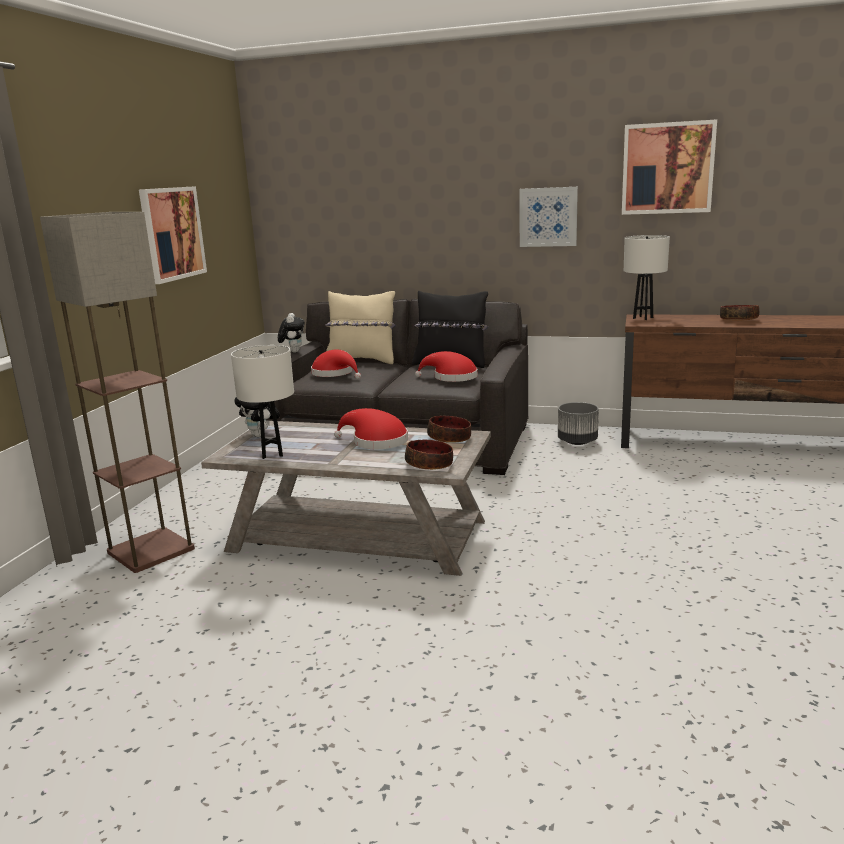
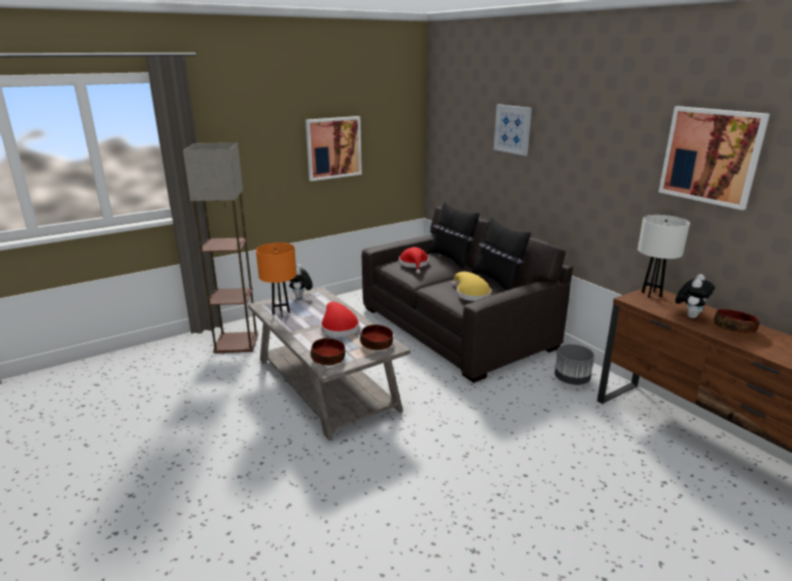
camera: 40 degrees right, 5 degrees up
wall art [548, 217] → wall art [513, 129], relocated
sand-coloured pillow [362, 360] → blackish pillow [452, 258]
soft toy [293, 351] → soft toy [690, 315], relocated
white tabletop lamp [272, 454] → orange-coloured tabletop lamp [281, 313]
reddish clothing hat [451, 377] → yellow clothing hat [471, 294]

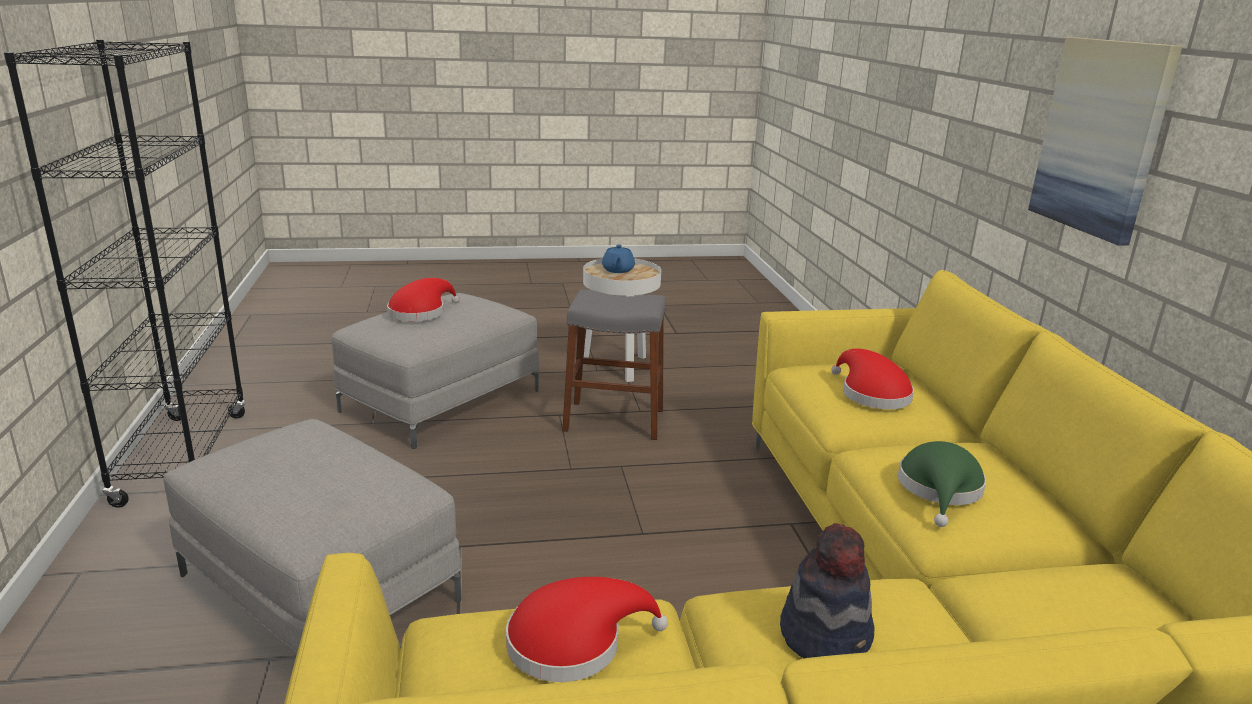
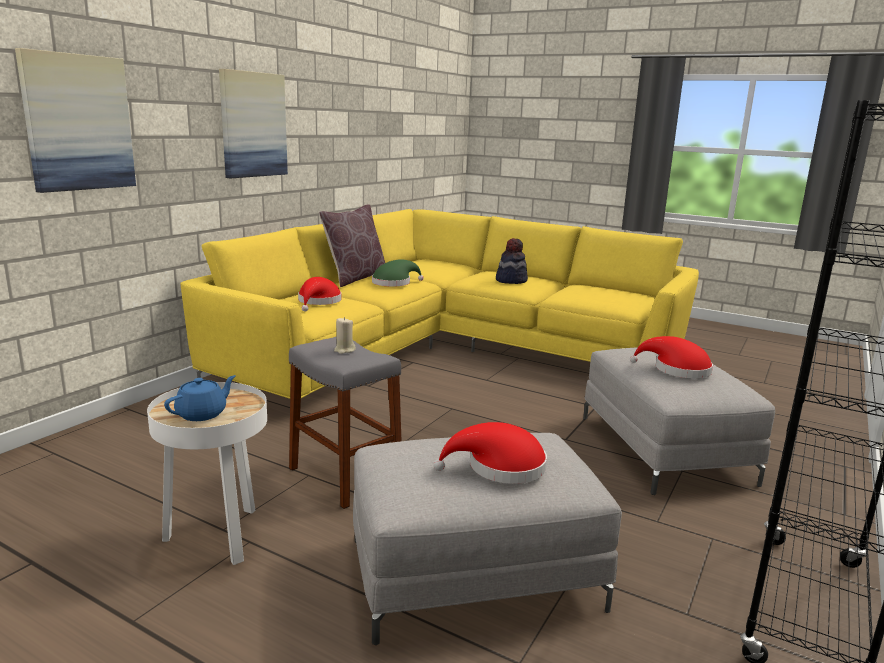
camera: 140 degrees left, 5 degrees down
reddish clothing hat [573, 642] → reddish clothing hat [677, 370], relocated
- → wall art [78, 123]
- → brown-coloured pillow [355, 278]
- → sand-coloured wax light [344, 350]

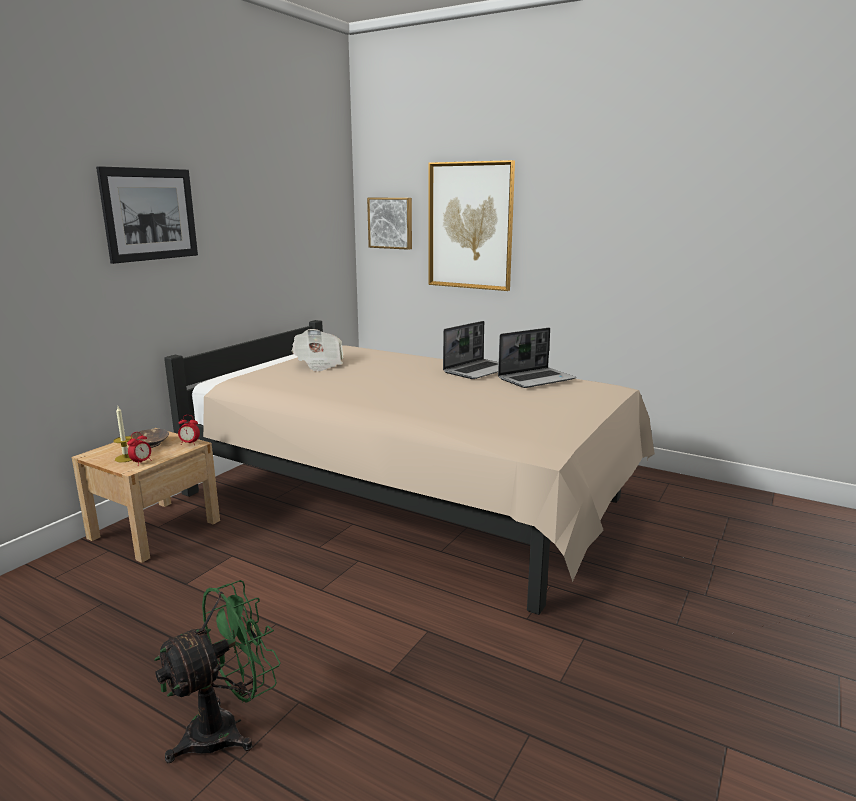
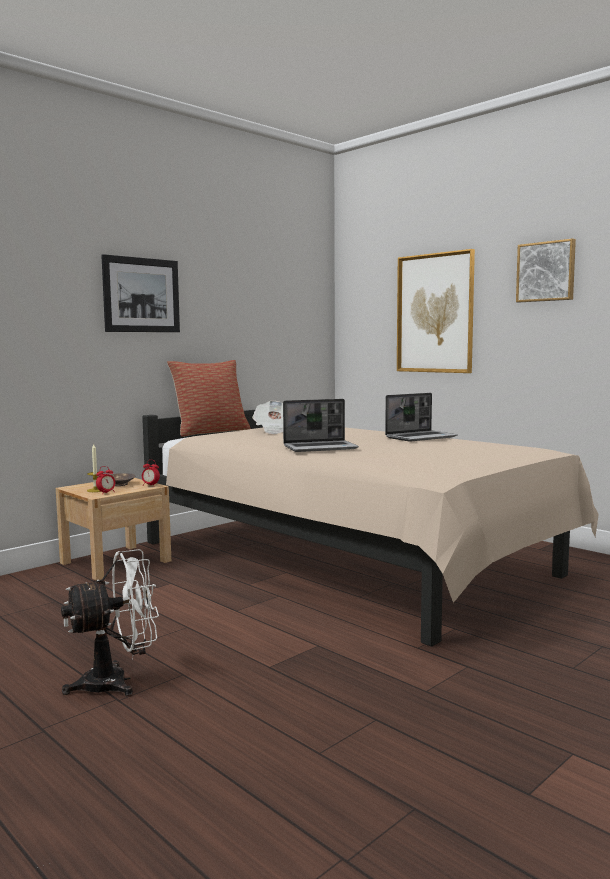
camera: 15 degrees right, 10 degrees down
wall art [391, 223] → wall art [546, 271], relocated
laptop [536, 379] → laptop [321, 448], relocated
greenish electric fan [226, 728] → white electric fan [117, 682]
- → pillow [210, 432]

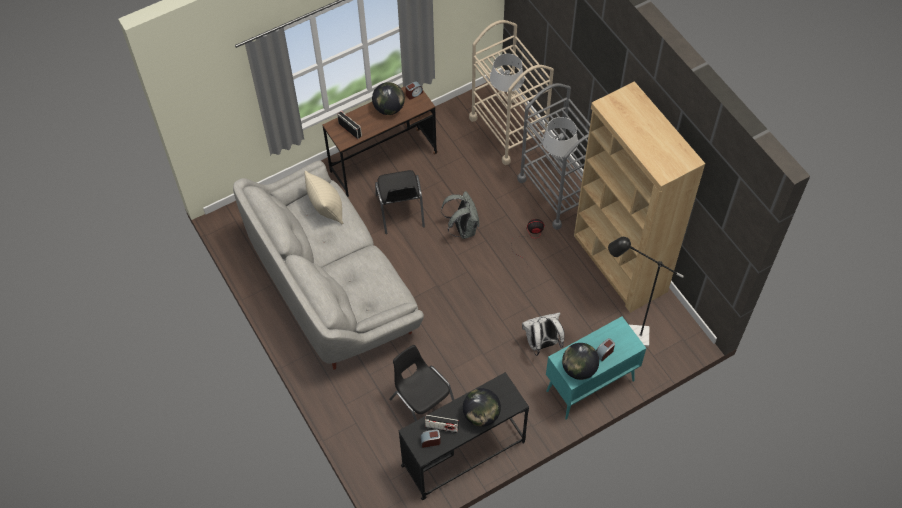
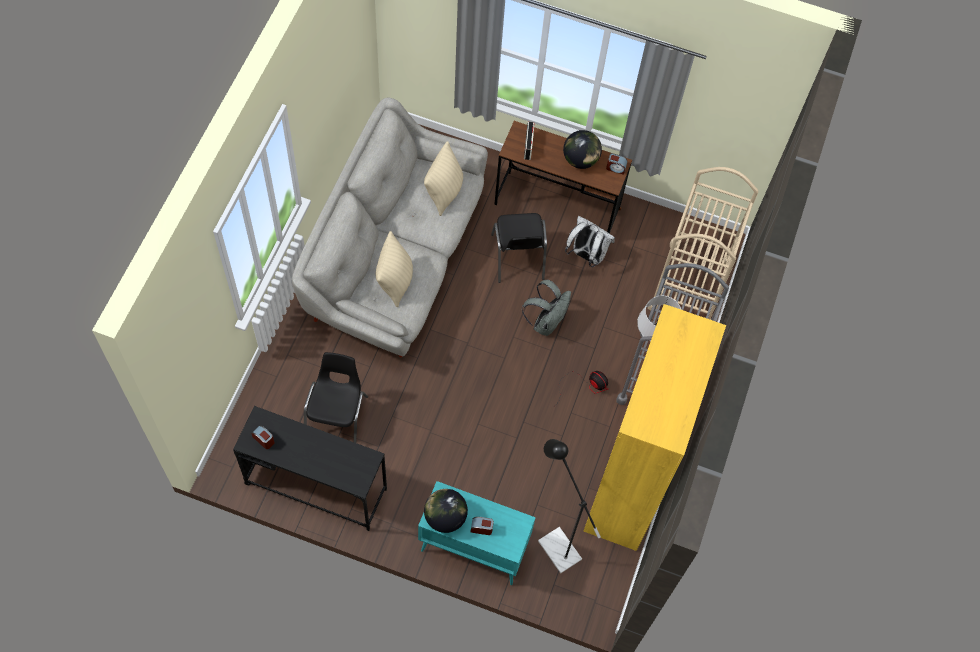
camera: 45 degrees right, 5 degrees up
grey tabletop lamp [506, 92] → -
brown-coloured bookcase [619, 264] → yellow bookcase [628, 485]
blackish upright chair [400, 211] → blackish upright chair [518, 258], 45 degrees counterclockwise
white backpack [542, 344] → white backpack [586, 255], relocated
world globe [481, 415] → -
radio [442, 427] → -
- → sand-coloured pillow [395, 281]

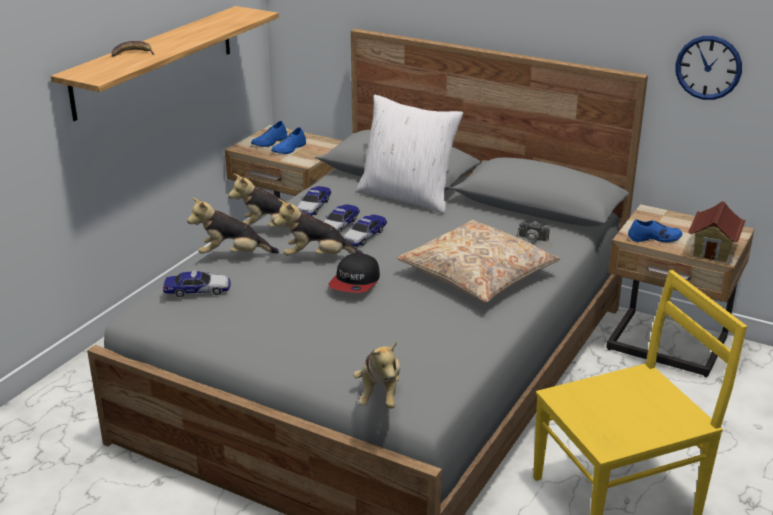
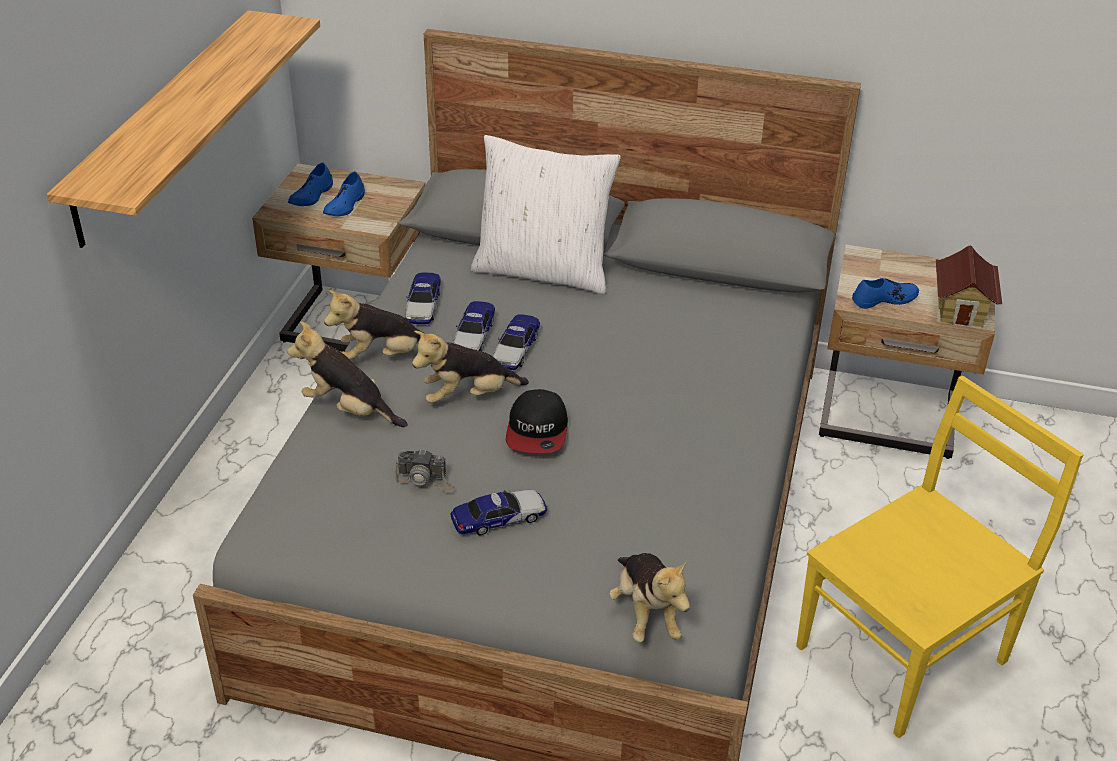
camera: 15 degrees left, 10 degrees up
hanging clock [708, 67] → -
whole banana [132, 53] → -
soft toy [233, 255] → soft toy [349, 409], 45 degrees clockwise
sand-coloured pillow [478, 274] → -
photo camera [535, 240] → photo camera [424, 478], relocated
toy car [197, 290] → toy car [499, 518], relocated

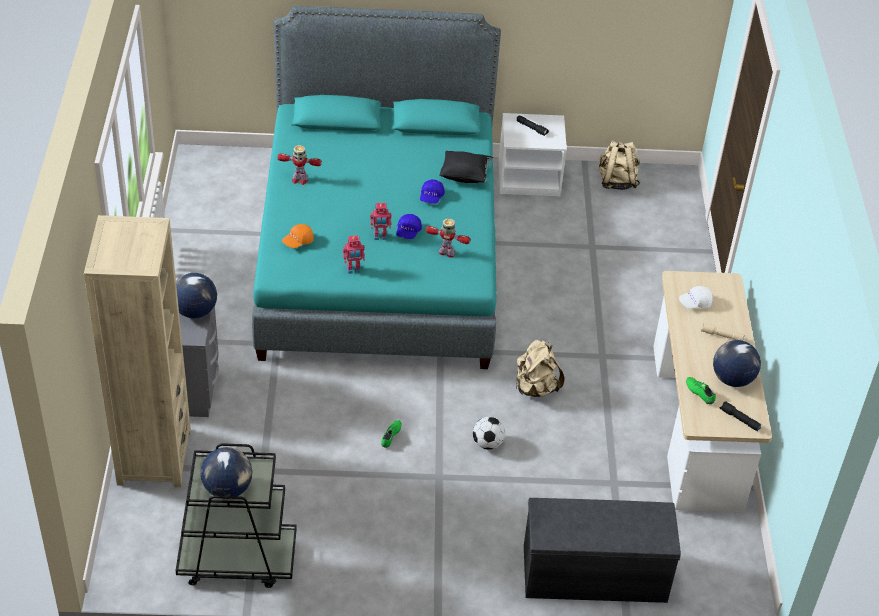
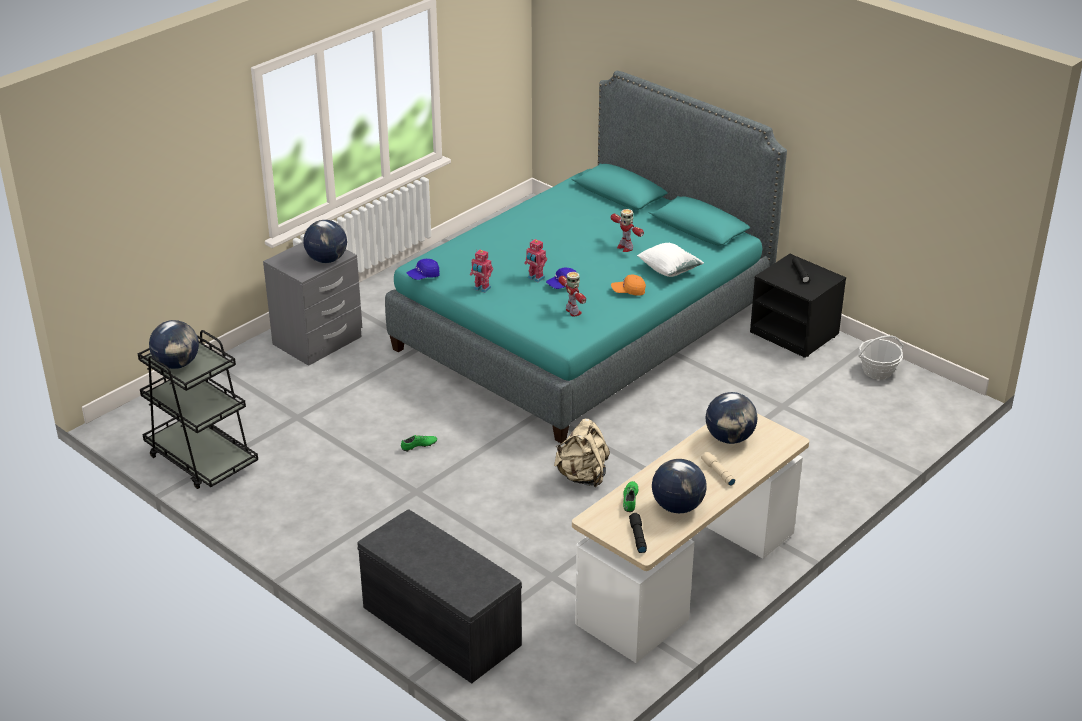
camera: 45 degrees right, 10 degrees down
white bedside table [529, 178] → blackish bedside table [795, 333]
sand-coloured backpack [616, 181] → basket [877, 371]
toy robot [299, 180] → toy robot [625, 247], relocated
blackish pillow [465, 176] → white pillow [669, 270]
blue-coloured baseball cap [431, 197] → blue-coloured baseball cap [423, 276], relocated
sand-coloured bookcase [154, 457] → -
orange-coloured baseball cap [298, 241] → orange-coloured baseball cap [628, 291], relocated
white baseball cap [695, 303] → world globe [729, 438]
ball for football [487, 443] → -

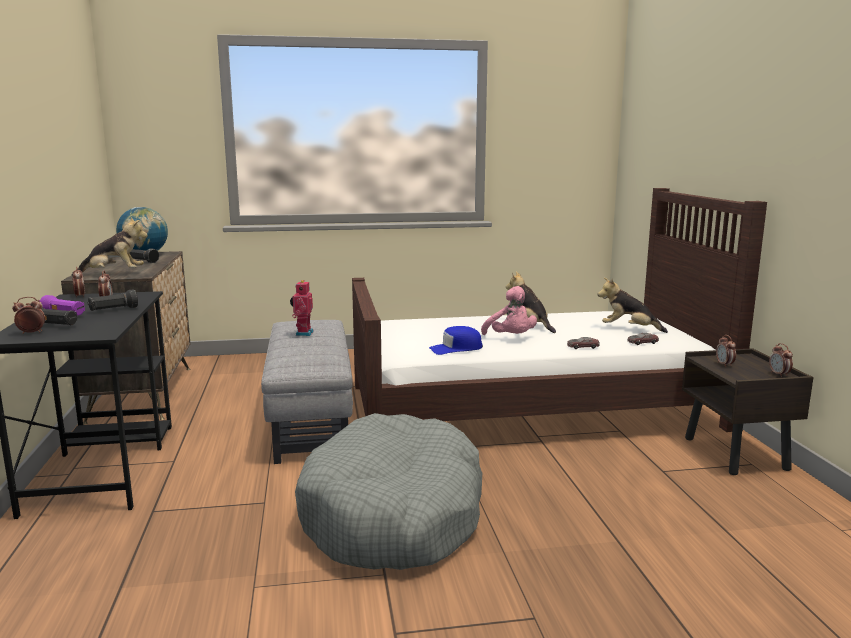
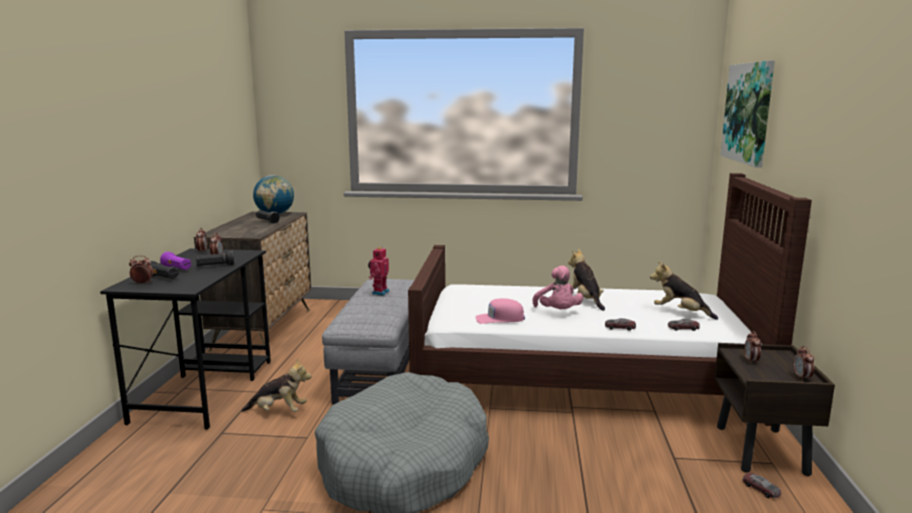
camera: 15 degrees right, 0 degrees up
soft toy [114, 274] → soft toy [279, 412], relocated
blue-coloured baseball cap [456, 349] → pinkish baseball cap [499, 319]
- → wall art [748, 113]
- → toy car [761, 489]

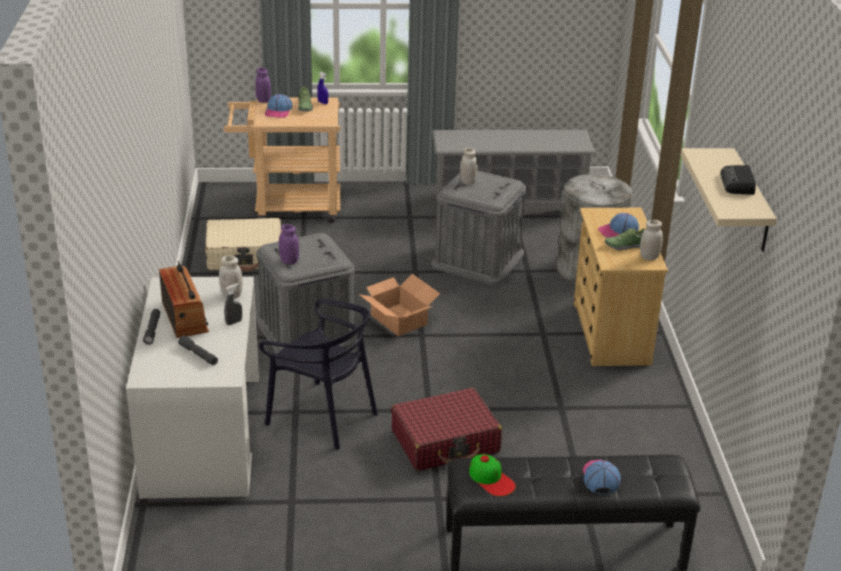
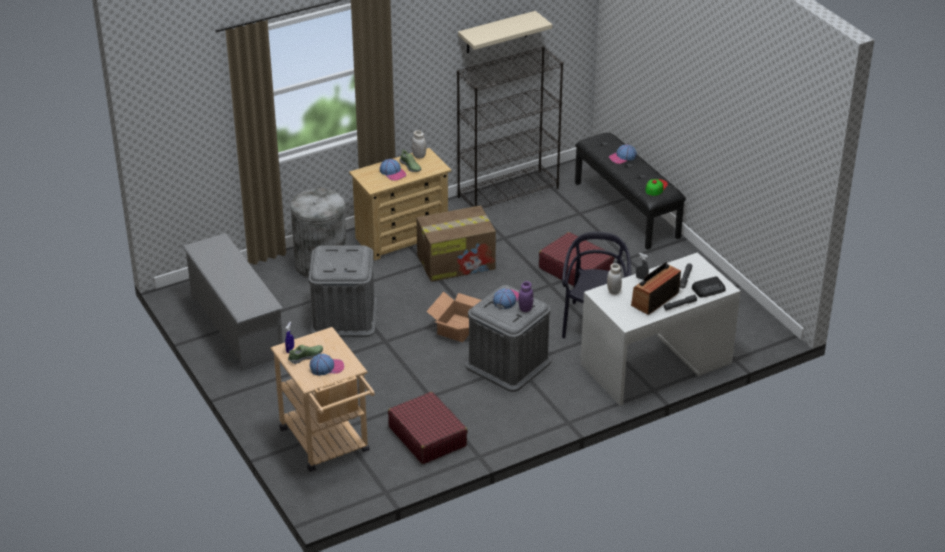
camera: 115 degrees left, 5 degrees up
purple-coloured jar [263, 100] → -
white jar [468, 181] → -
radio [738, 184] → radio [709, 289], relocated
sand-coloured travel case [245, 255] → reddish travel case [427, 436]
- → blackish bookcase [508, 192]
- → carton [457, 262]
- → baseball cap [506, 299]

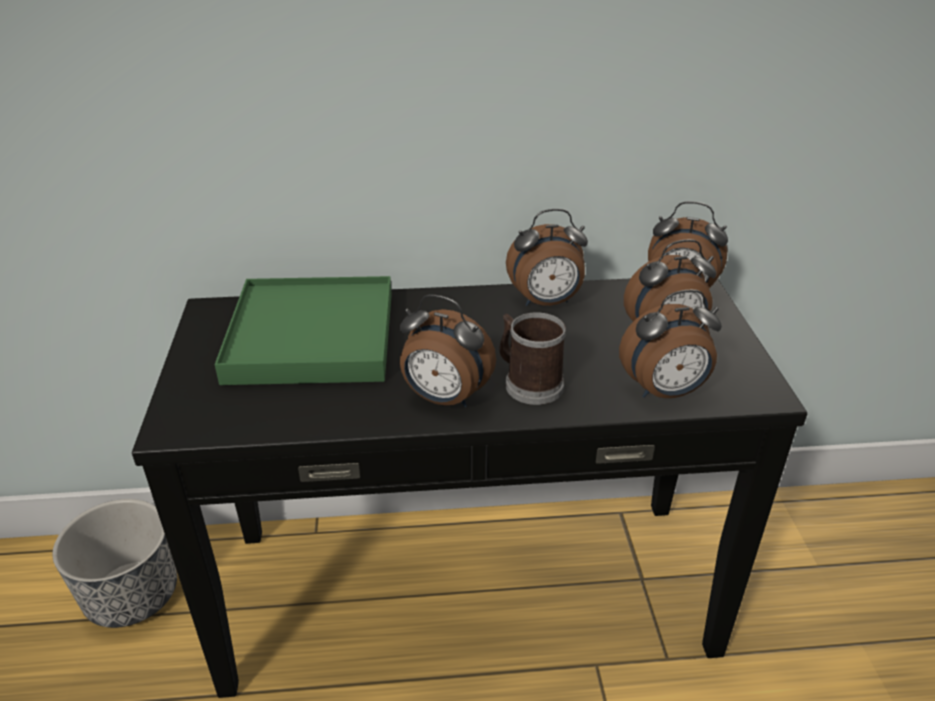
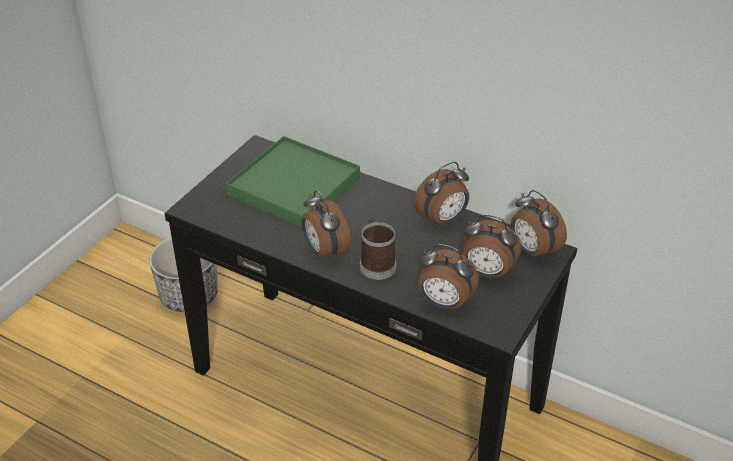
camera: 35 degrees right, 5 degrees up
alarm clock [546, 302] → alarm clock [442, 220], 60 degrees counterclockwise

